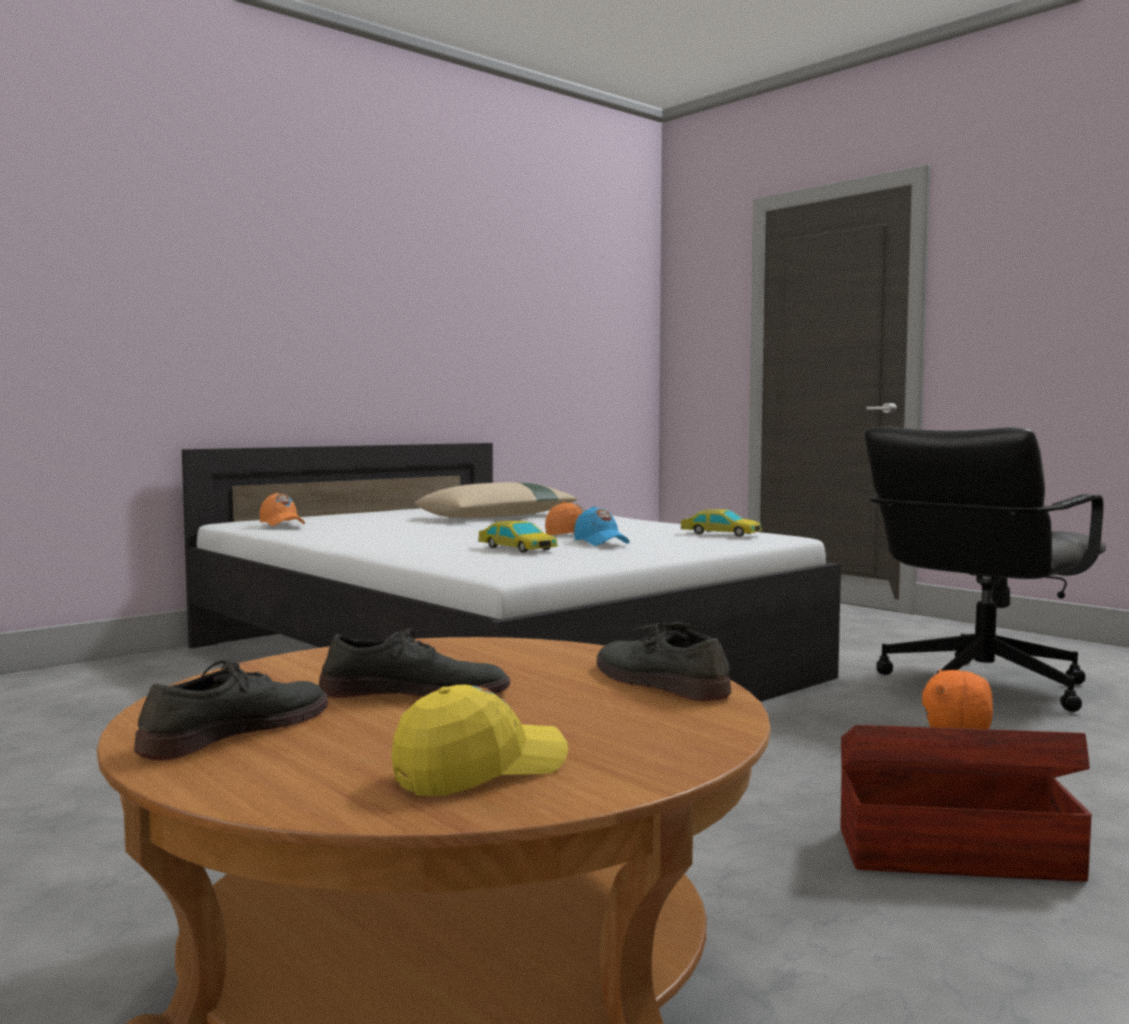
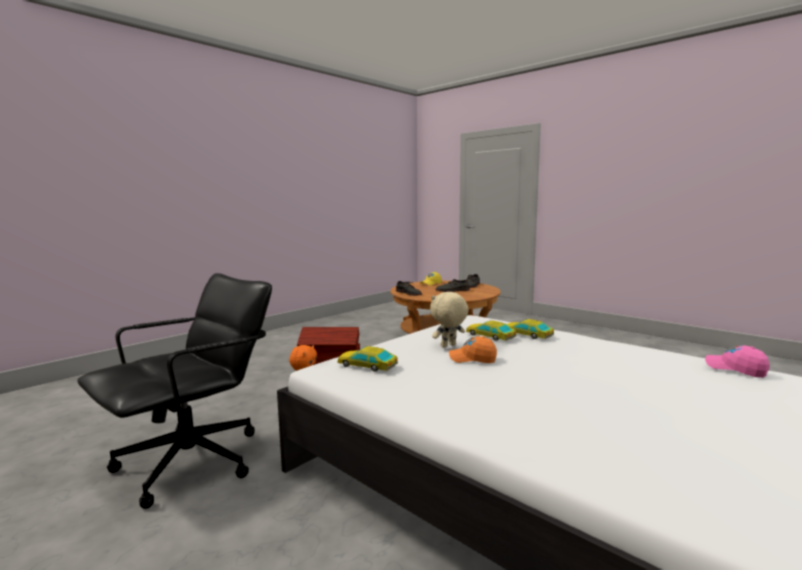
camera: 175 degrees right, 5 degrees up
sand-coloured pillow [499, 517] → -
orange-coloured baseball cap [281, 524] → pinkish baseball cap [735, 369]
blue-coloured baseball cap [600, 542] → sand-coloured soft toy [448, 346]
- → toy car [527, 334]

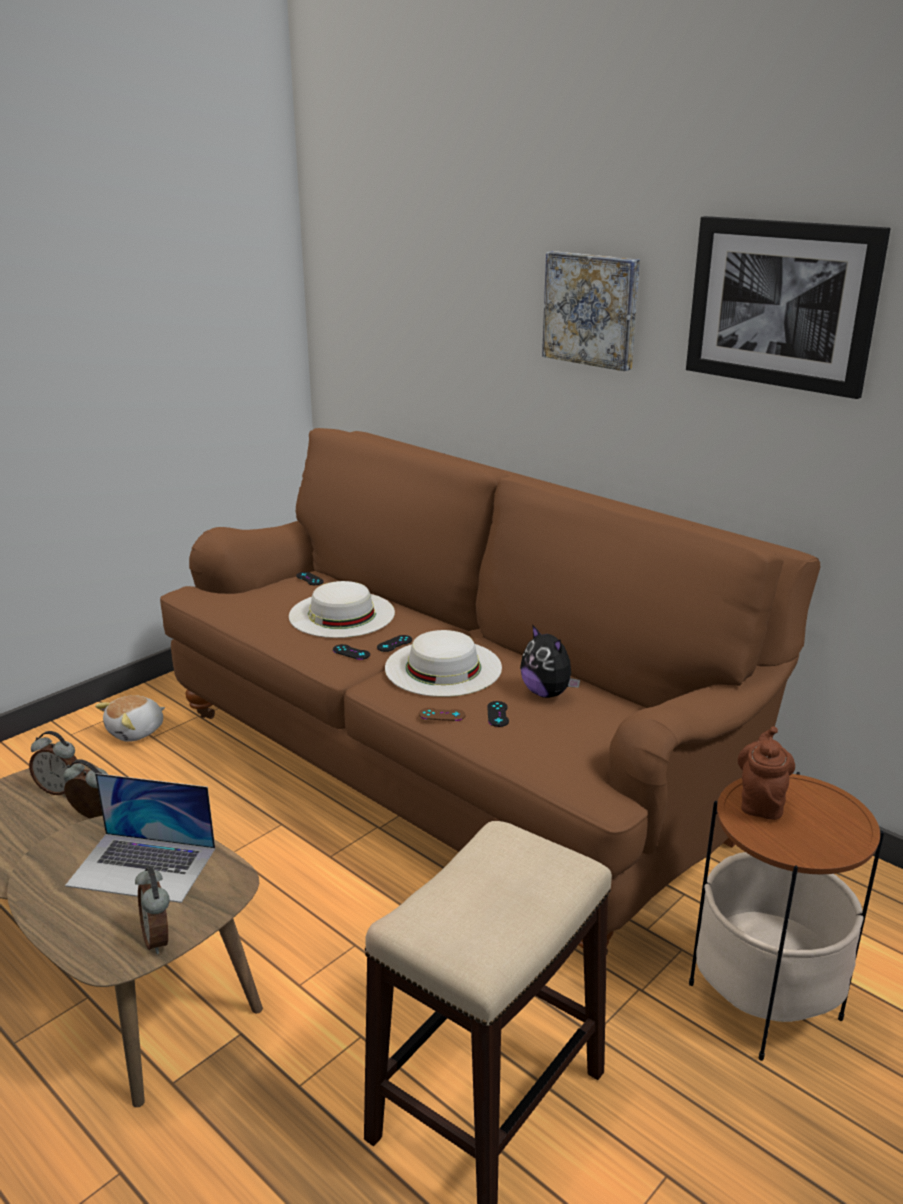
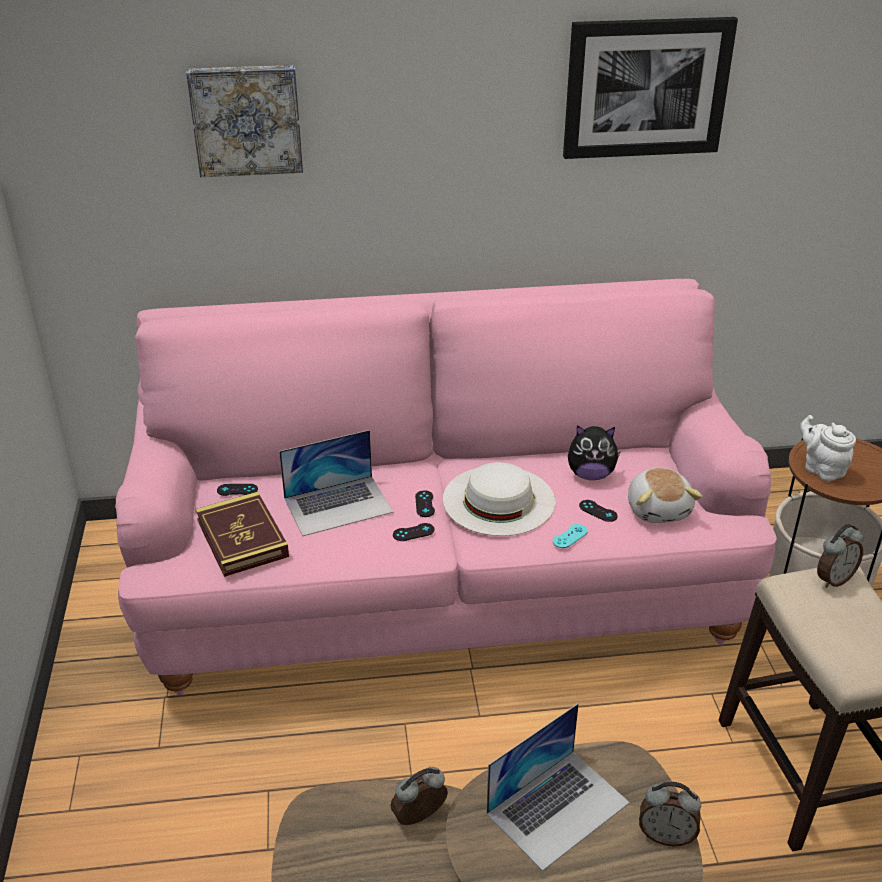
camera: 50 degrees left, 10 degrees up
wall art [592, 309] → wall art [246, 120], relocated
brown-coloured settee [452, 767] → pinkish settee [440, 586]
white clothing hat [341, 614] → laptop [338, 505]
soft toy [136, 731] → soft toy [659, 509], relocated
brown-coloured joypad [442, 715] → blue-green joypad [570, 536]
brown-coloured pot for tea [761, 802] → white pot for tea [821, 469]
alarm clock [60, 789] → alarm clock [833, 579], relocated
- → bound book [242, 538]

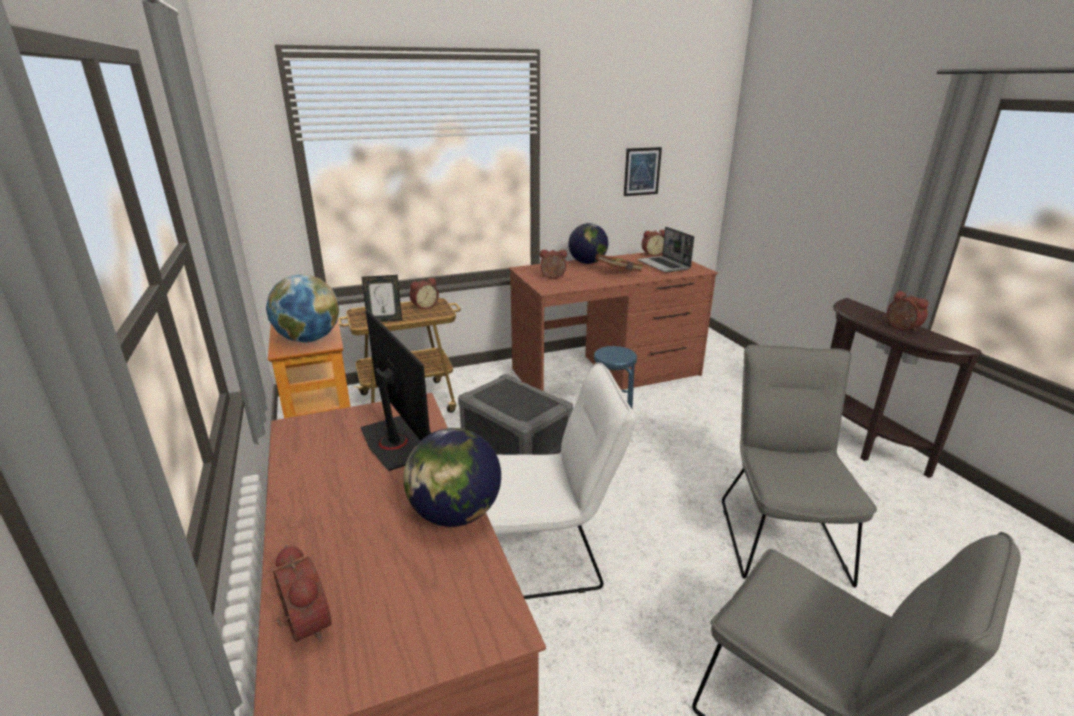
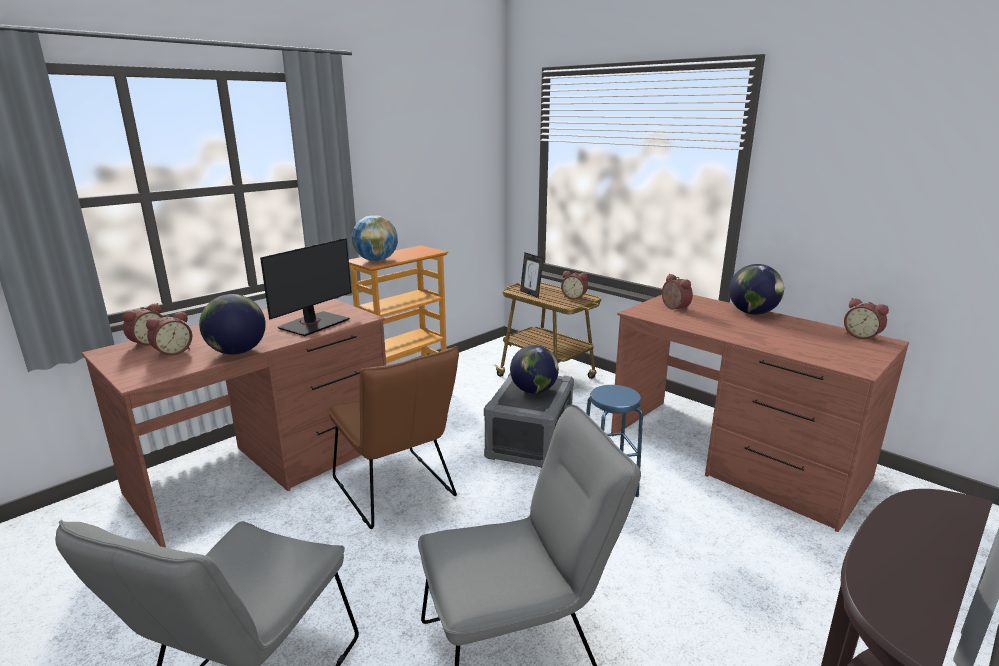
camera: 65 degrees right, 5 degrees down
wall art [642, 171] → -
laptop [664, 265] → -
brown-coloured bound book [619, 272] → -
alarm clock [901, 328] → alarm clock [172, 352], relocated
white upright chair [544, 555] → brown-coloured upright chair [397, 492]
- → world globe [534, 391]

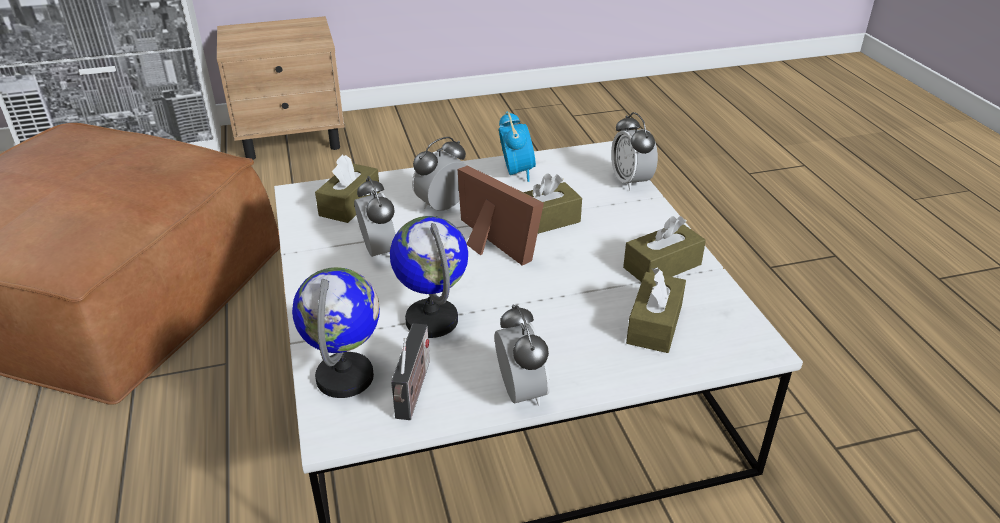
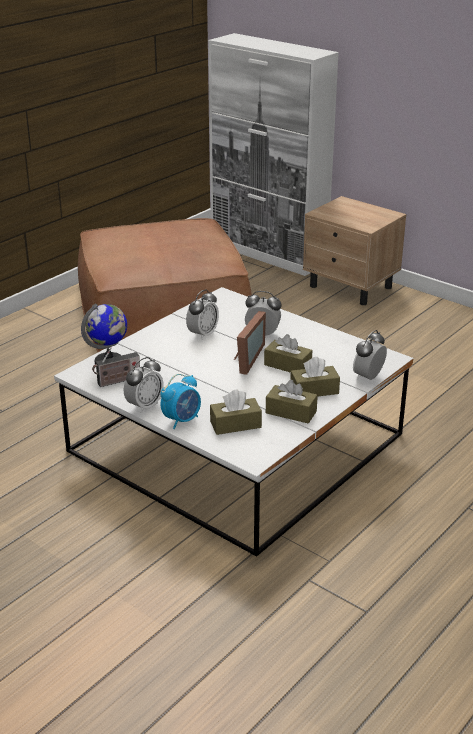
camera: 55 degrees right, 5 degrees down
alarm clock [516, 172] → alarm clock [182, 420], relocated
brown-coloured box of tissues [350, 204] → brown-coloured box of tissues [314, 390], relocated
world globe [432, 320] → -

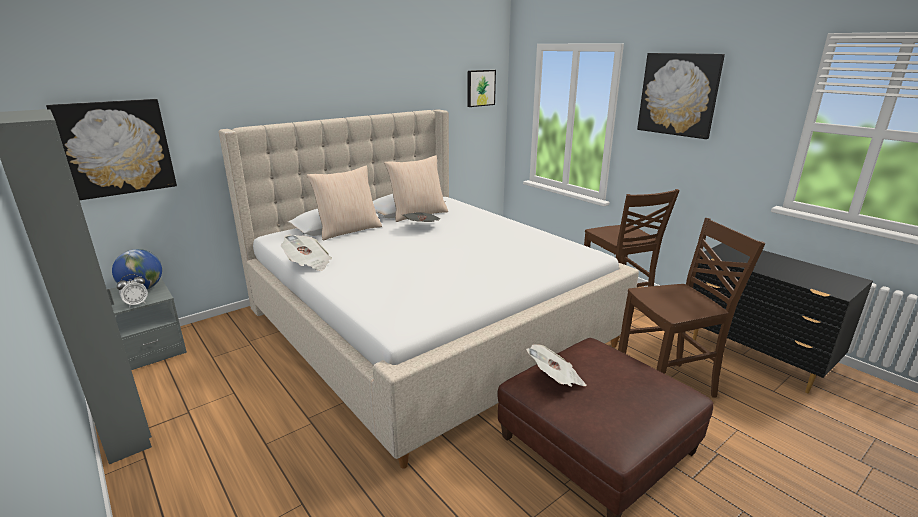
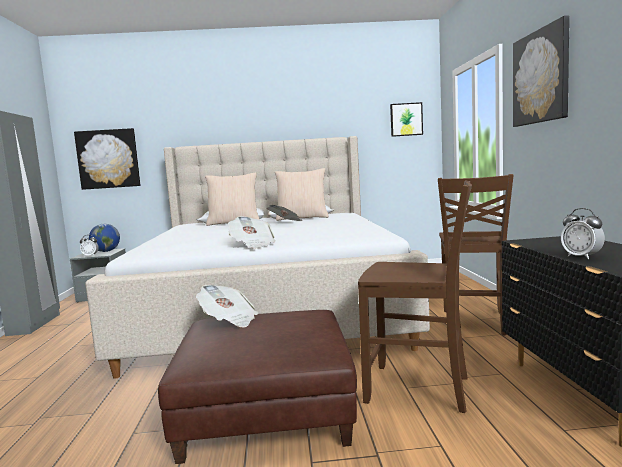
camera: 35 degrees right, 15 degrees down
daily paper [308, 264] → daily paper [252, 245], relocated
- → alarm clock [581, 257]

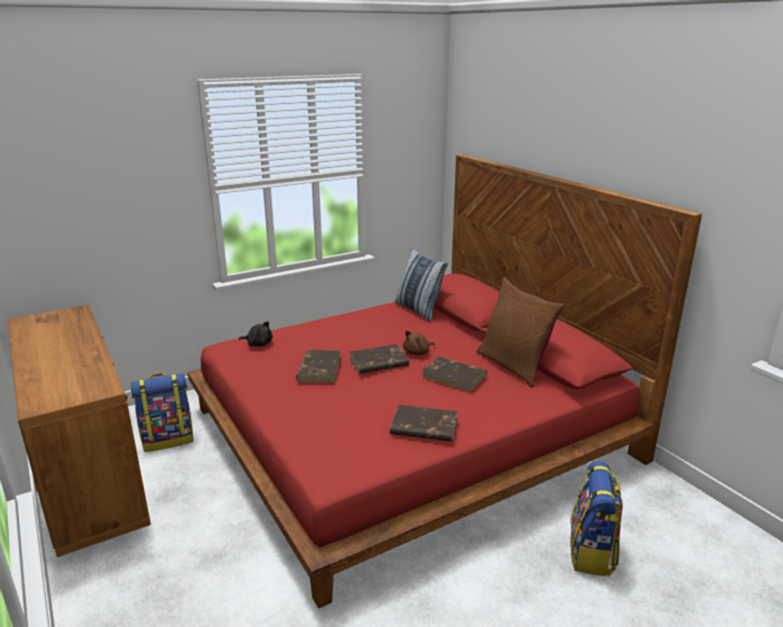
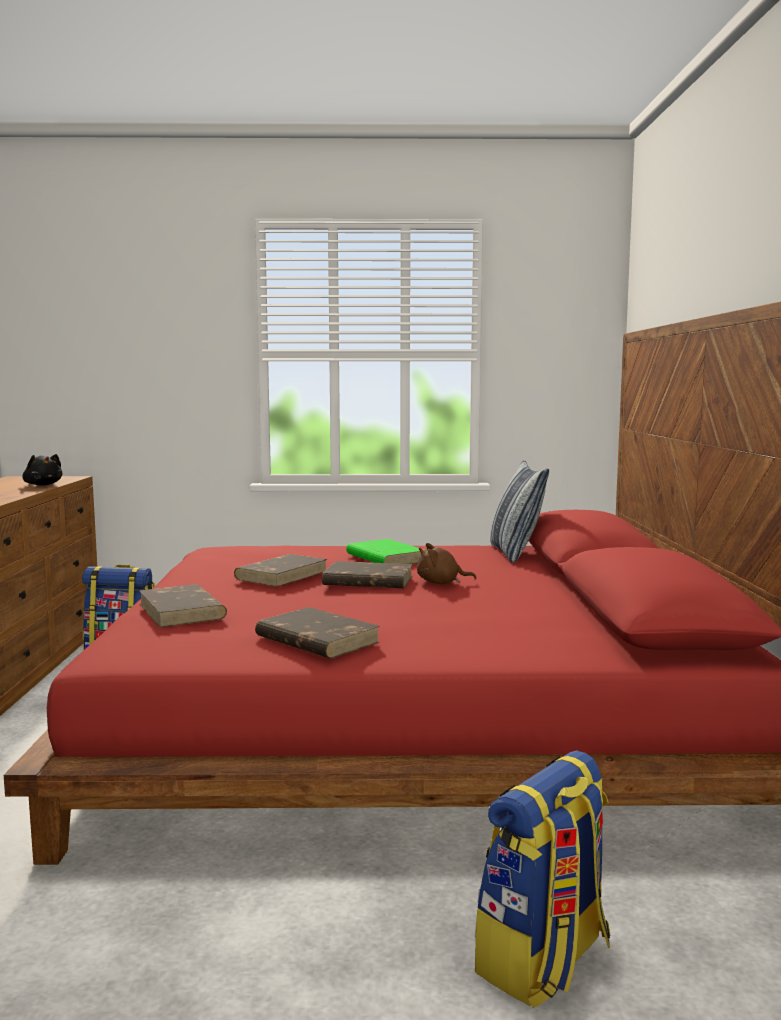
camera: 30 degrees right, 15 degrees down
brown-coloured pillow [514, 366] → -
blackish soft toy [258, 344] → blackish soft toy [43, 485], relocated
brown-coloured bound book [455, 376] → brown-coloured bound book [182, 611], relocated
- → greenish bound book [385, 557]

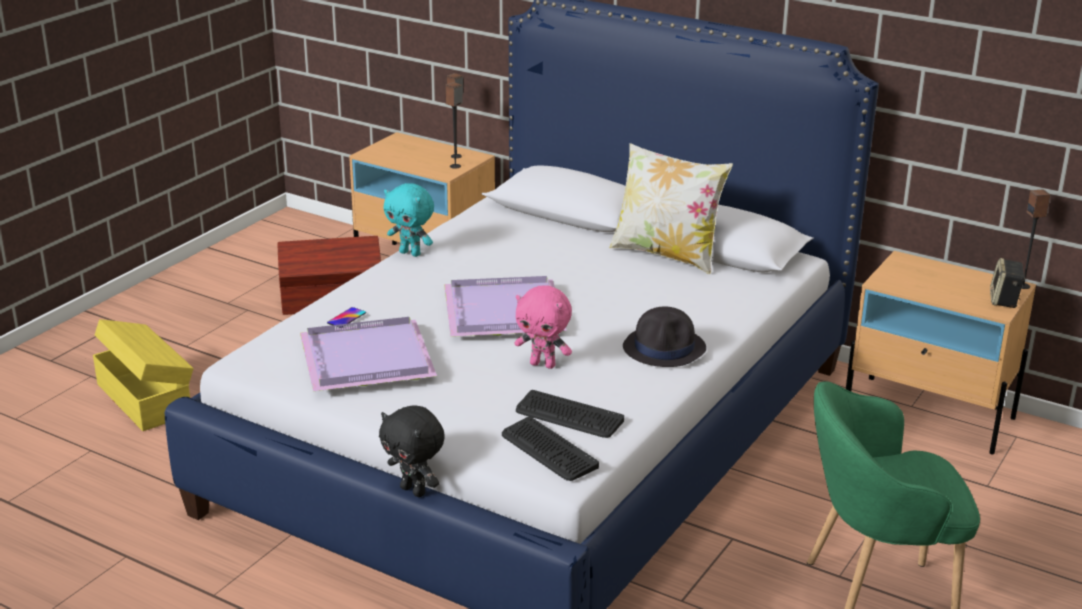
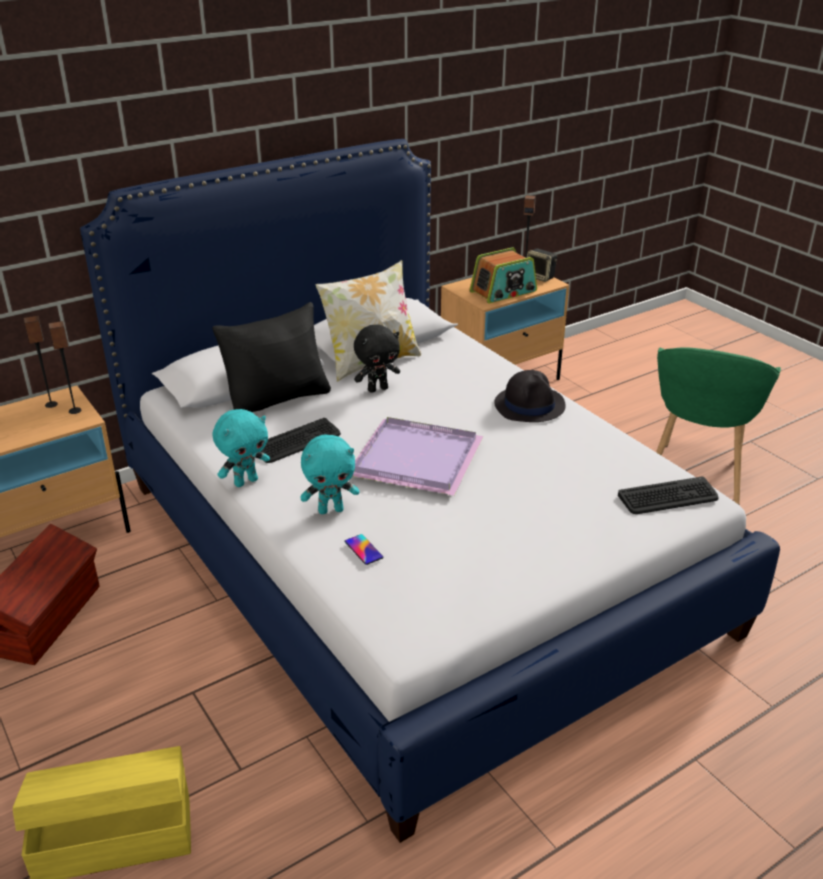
camera: 65 degrees left, 5 degrees up
pinkish soft toy [543, 364] → -
purple-coloured tray [364, 358] → -
PC keyboard [569, 416] → PC keyboard [297, 442], relocated
blackish soft toy [414, 490] → blackish soft toy [377, 389], relocated
- → radio [503, 292]
- → blackish pillow [278, 398]
- → blue-green soft toy [331, 510]

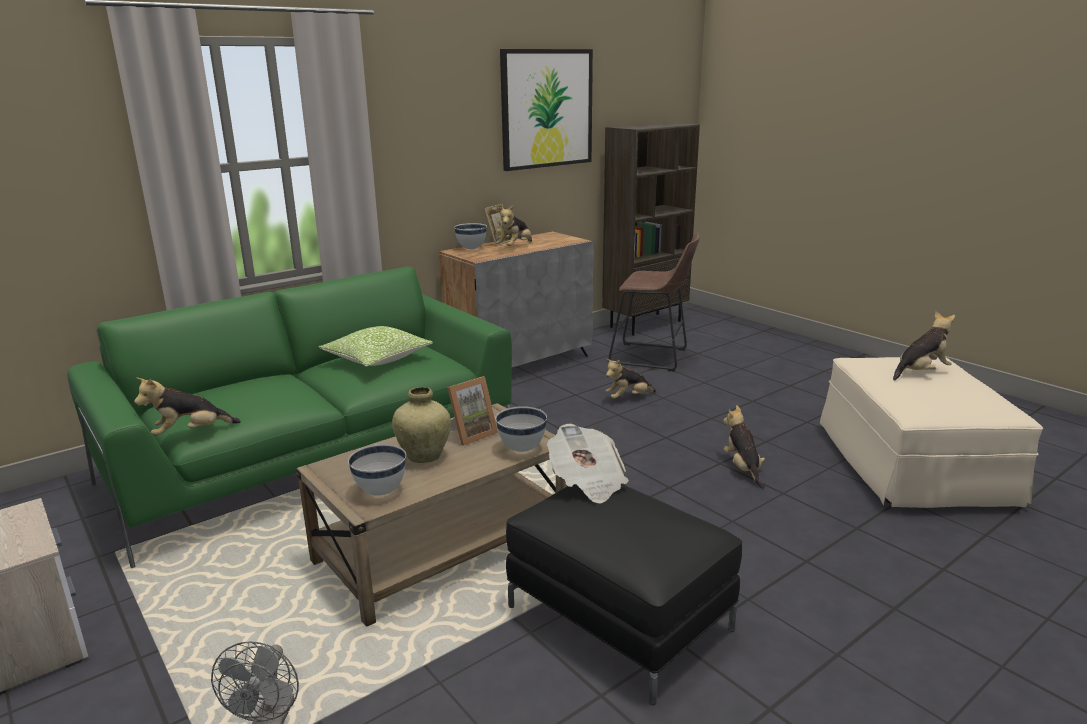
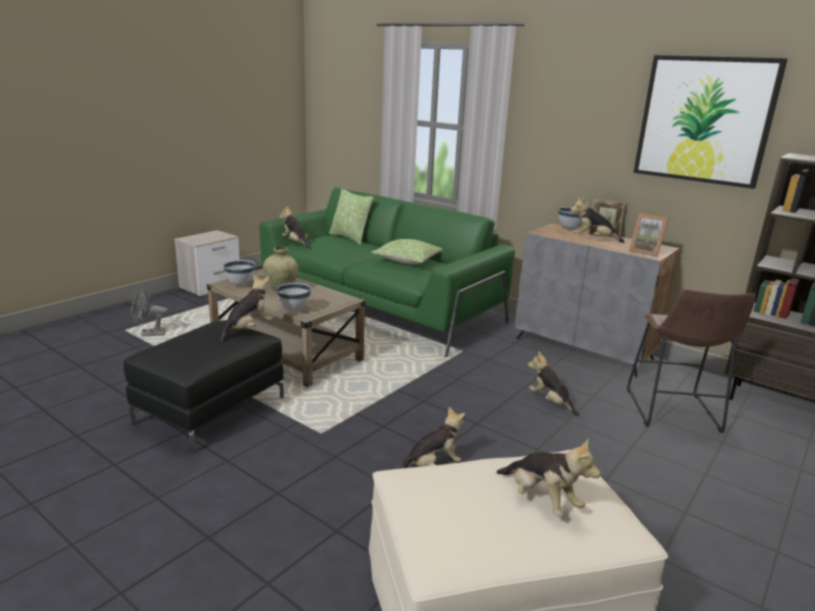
camera: 75 degrees right, 0 degrees up
picture frame [470, 434] → picture frame [645, 252], relocated
daily paper [587, 482] → soft toy [248, 329]
- → pillow [350, 238]

